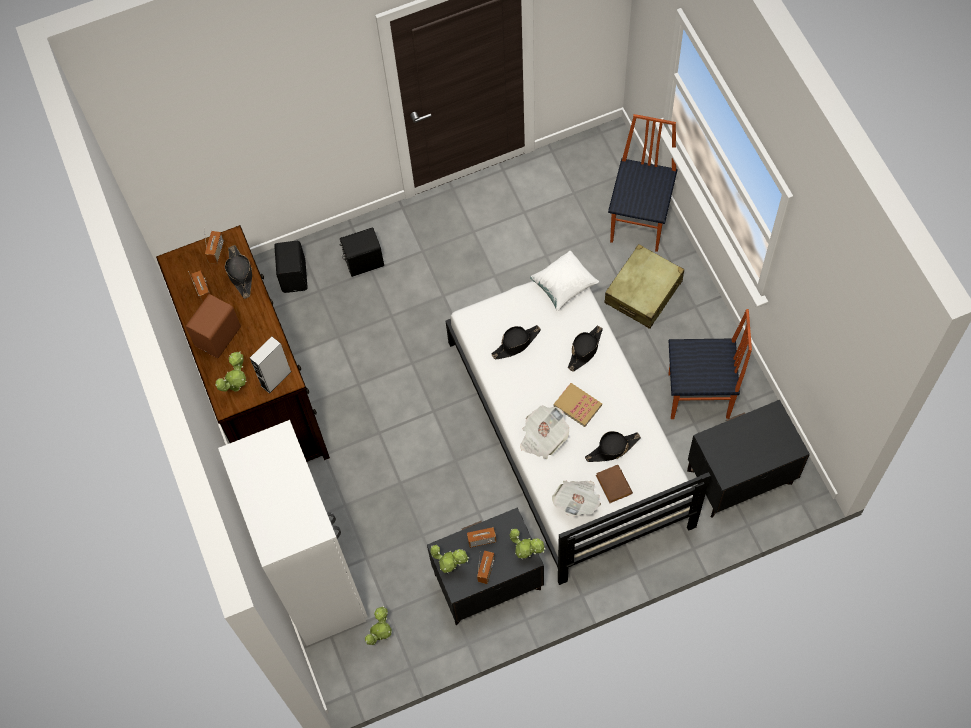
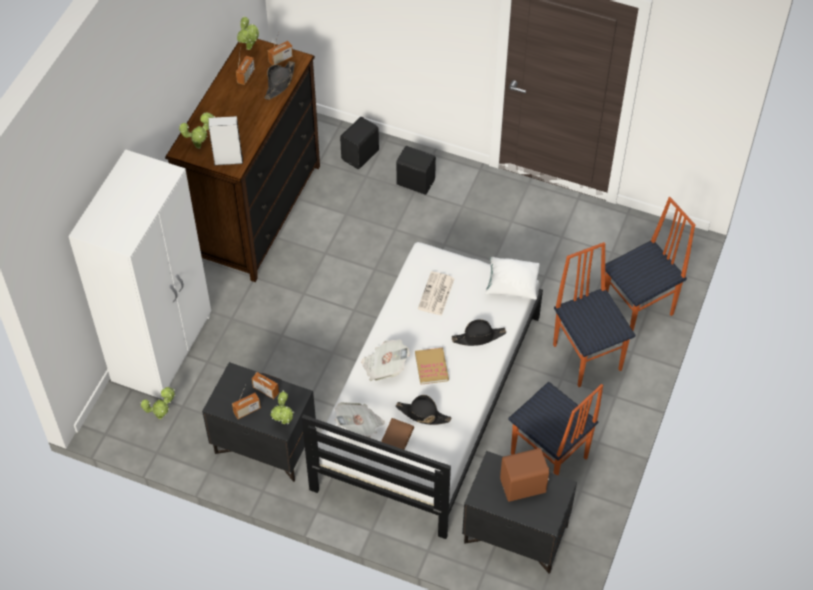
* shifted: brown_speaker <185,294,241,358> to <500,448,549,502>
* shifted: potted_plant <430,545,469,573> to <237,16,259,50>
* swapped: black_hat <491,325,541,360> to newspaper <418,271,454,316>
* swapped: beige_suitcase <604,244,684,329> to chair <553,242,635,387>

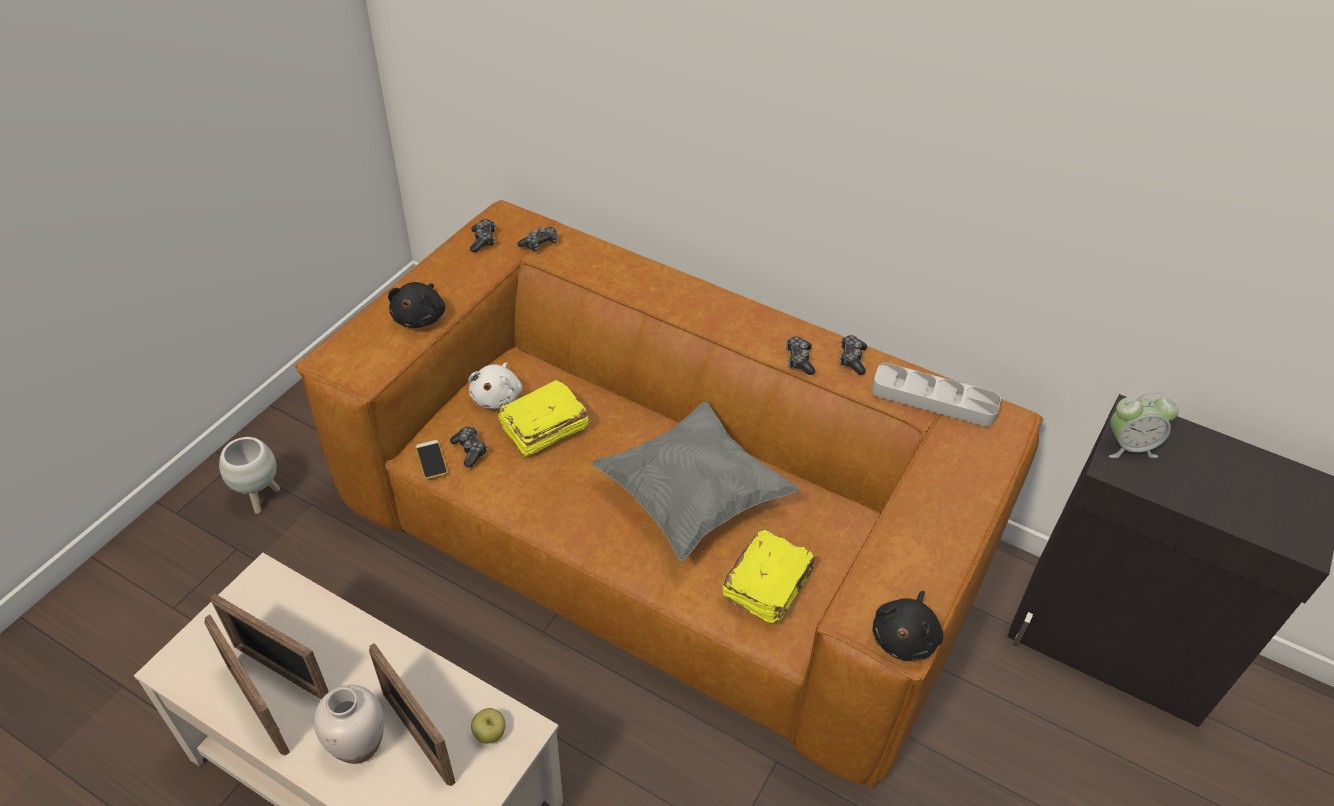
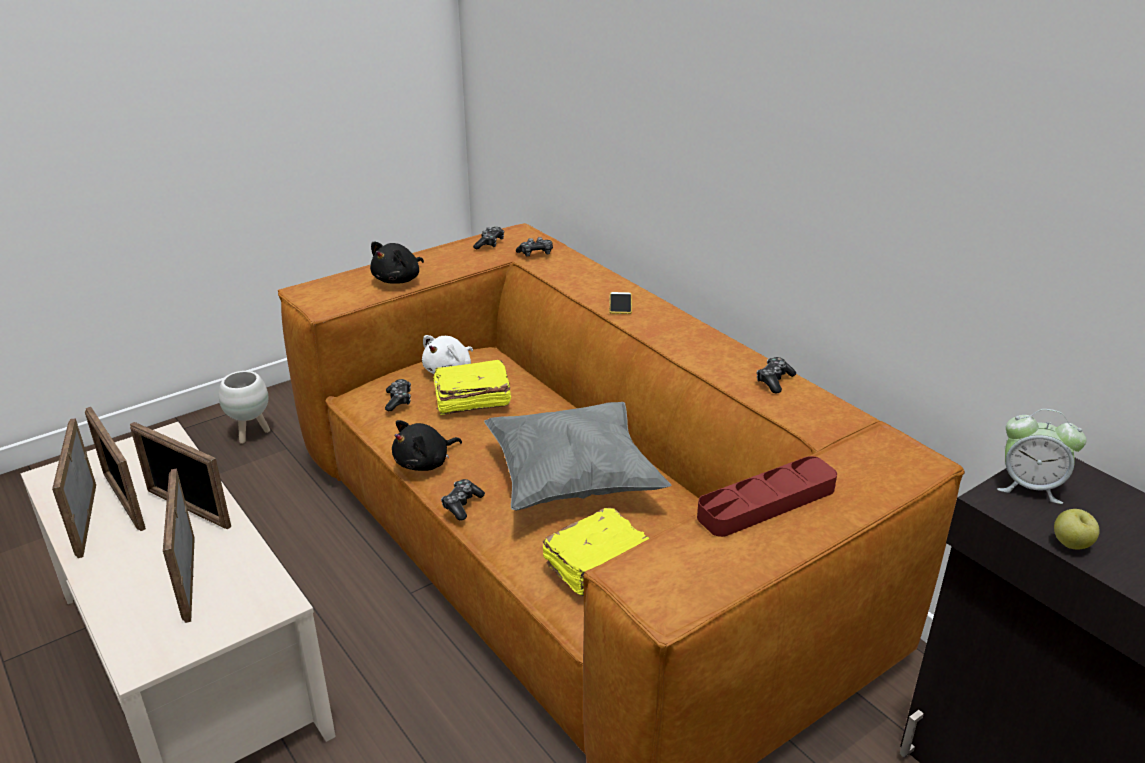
* gone: white_vase <314,684,384,764>
* shifted: phone <415,440,448,479> to <609,292,632,314>
* shifted: apple <471,708,506,744> to <1054,509,1100,550>
* shifted: game_controller <786,336,815,375> to <441,479,485,521>
* gone: grey_tray <872,363,1001,427>
* shifted: black_plush_toy <872,591,944,661> to <392,420,462,471>
* new: picture_frame <130,422,231,530>
* new: red_tray <697,456,837,537>

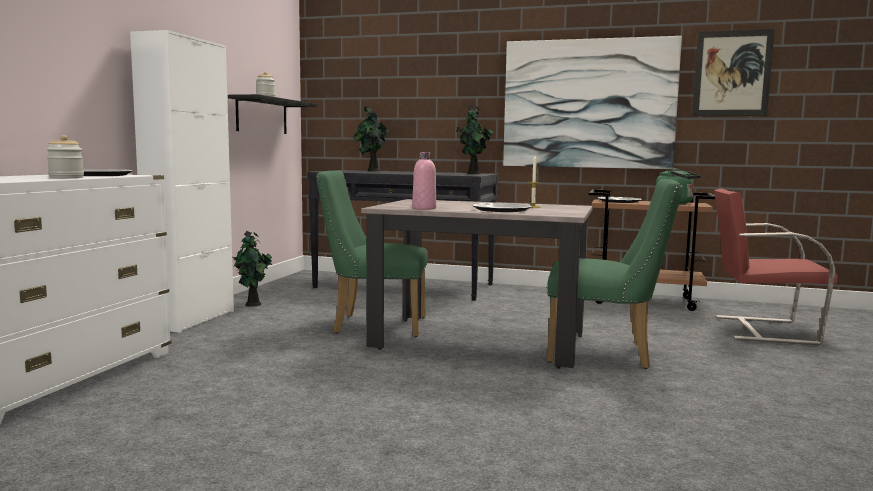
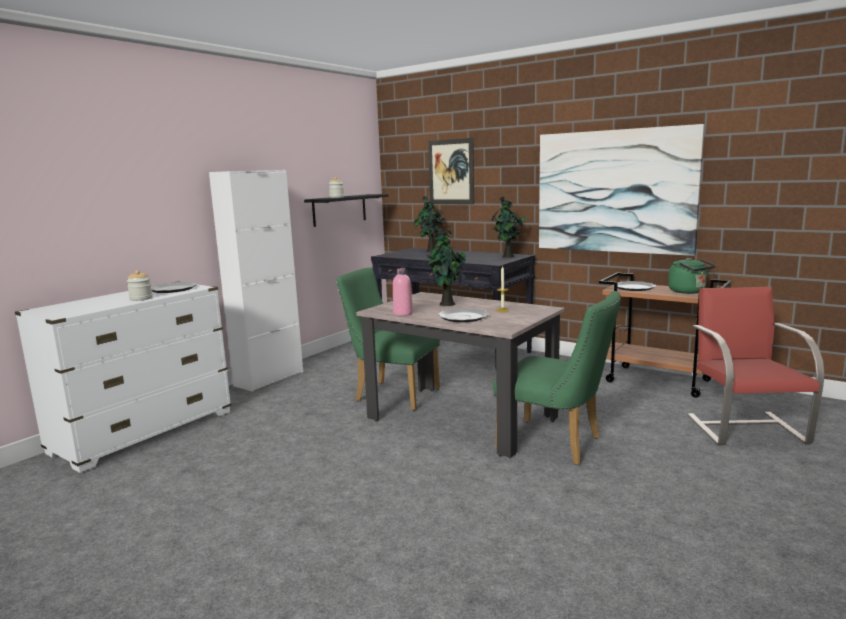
* shifted: potted_plant <232,231,273,307> to <426,228,467,306>
* shifted: picture <692,29,774,116> to <428,138,474,204>
* rotated: red_chair <714,188,837,345> = <687,286,825,445> 60 degrees clockwise

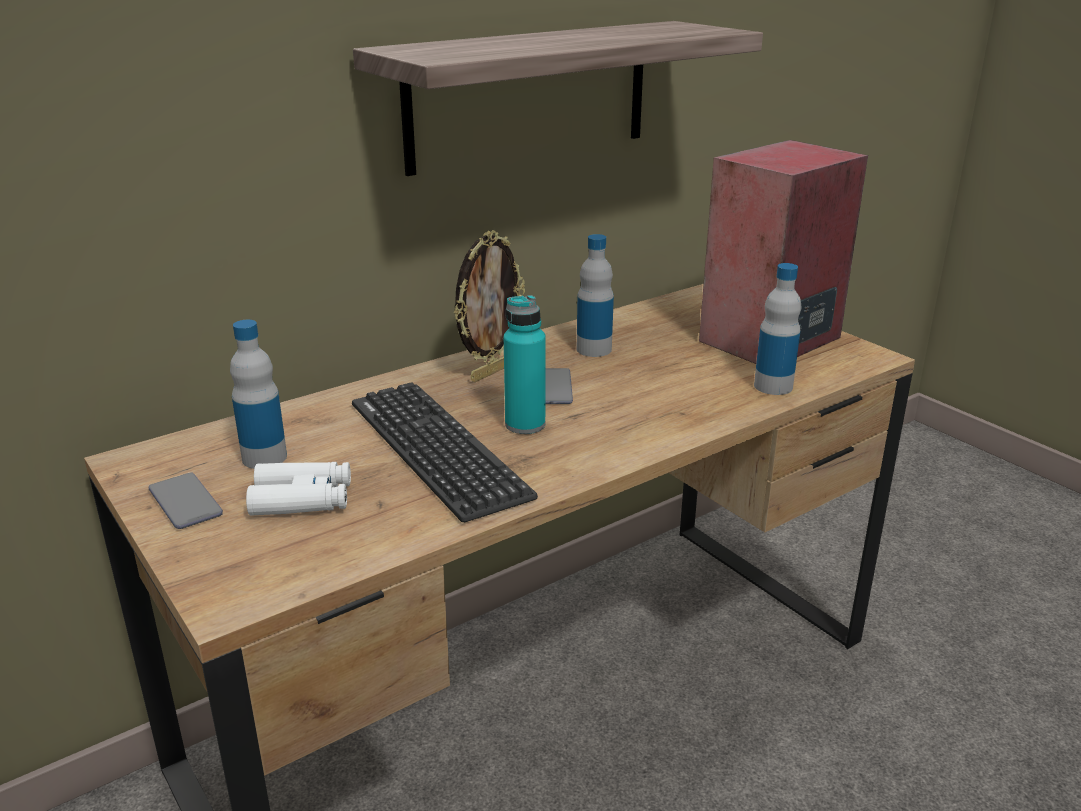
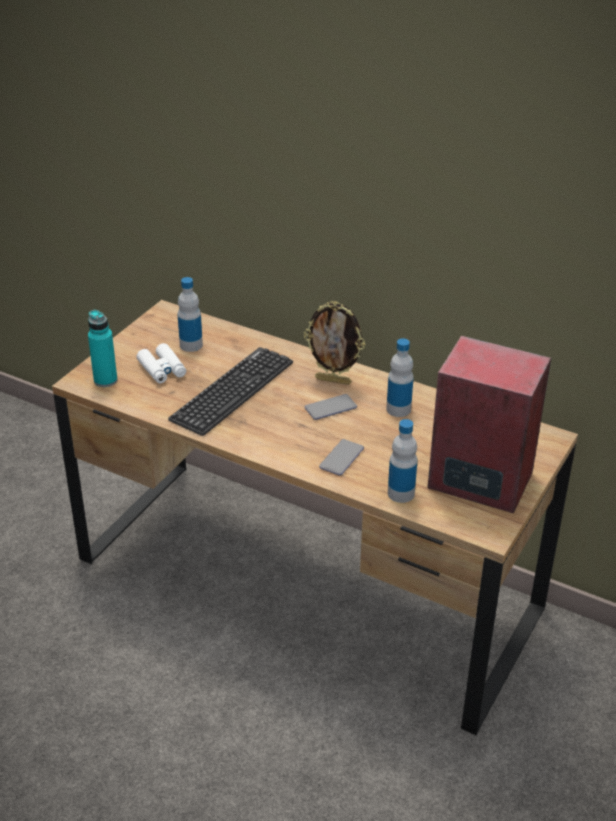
* shifted: phone <149,472,223,529> to <319,439,364,476>
* gone: shelf <353,21,763,176>
* shifted: turquoise_bottle <504,295,546,434> to <88,310,117,387>

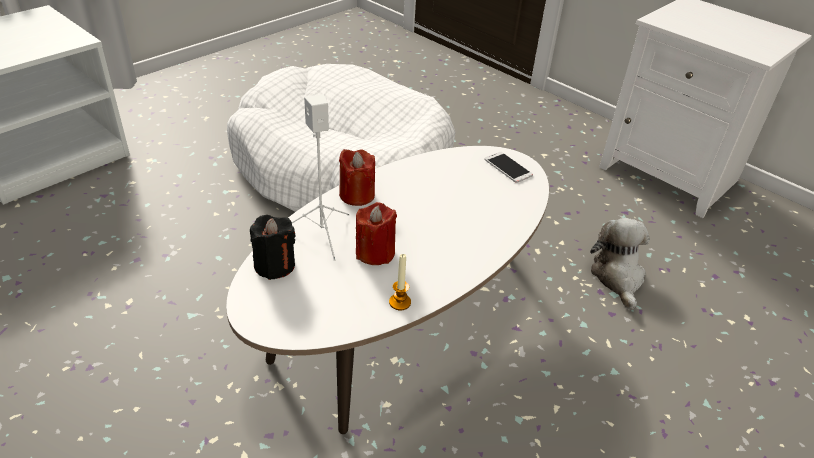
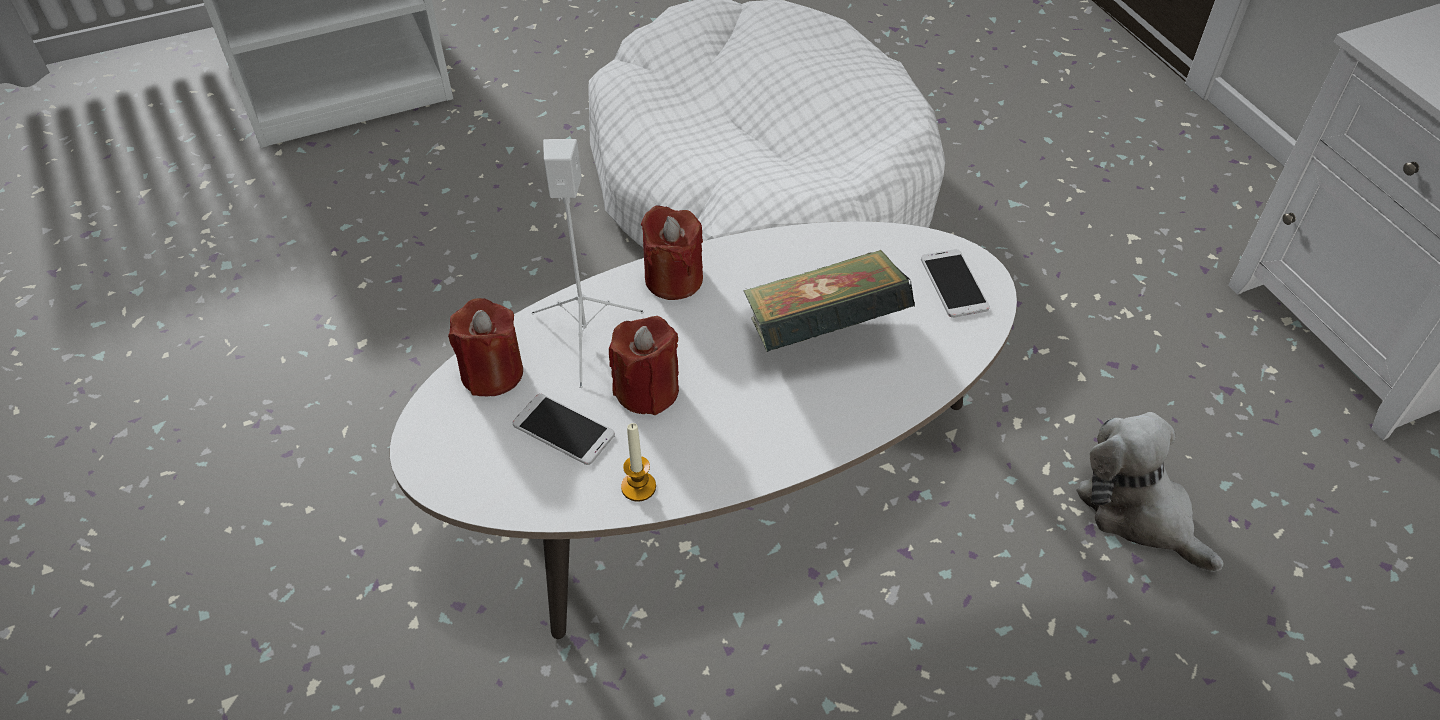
* repainted: black_candle <250,215,295,280> to red_candle <448,298,523,397>
* rotated: plush_toy <590,218,650,311> = <1076,412,1224,572> 60 degrees counterclockwise
* new: phone <513,394,615,465>
* new: book <743,250,915,352>

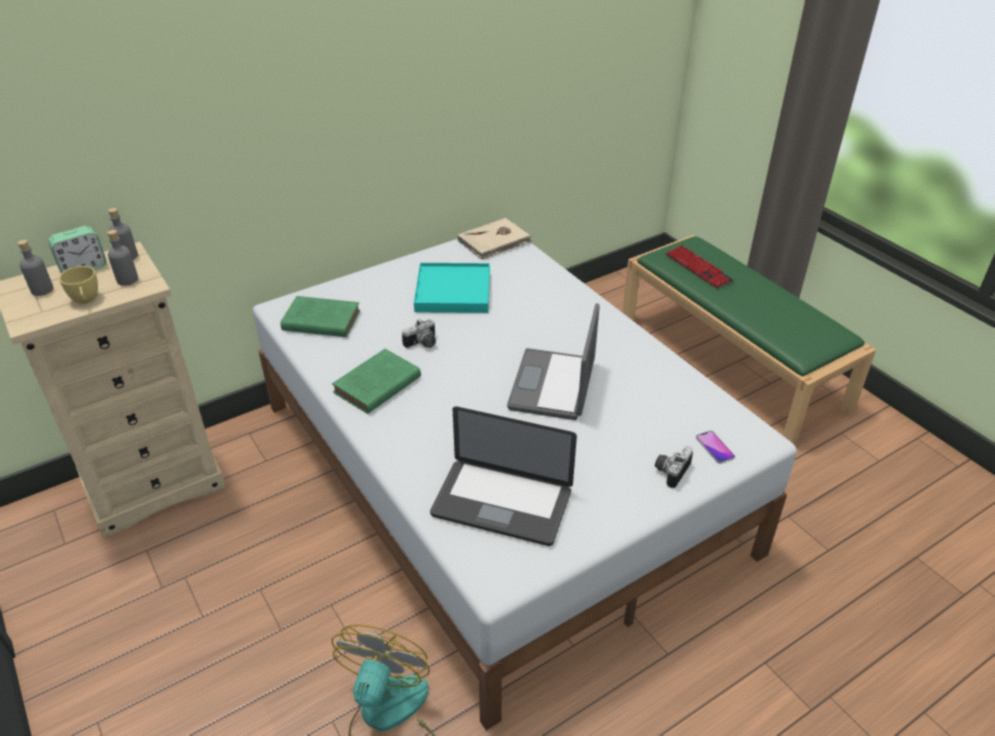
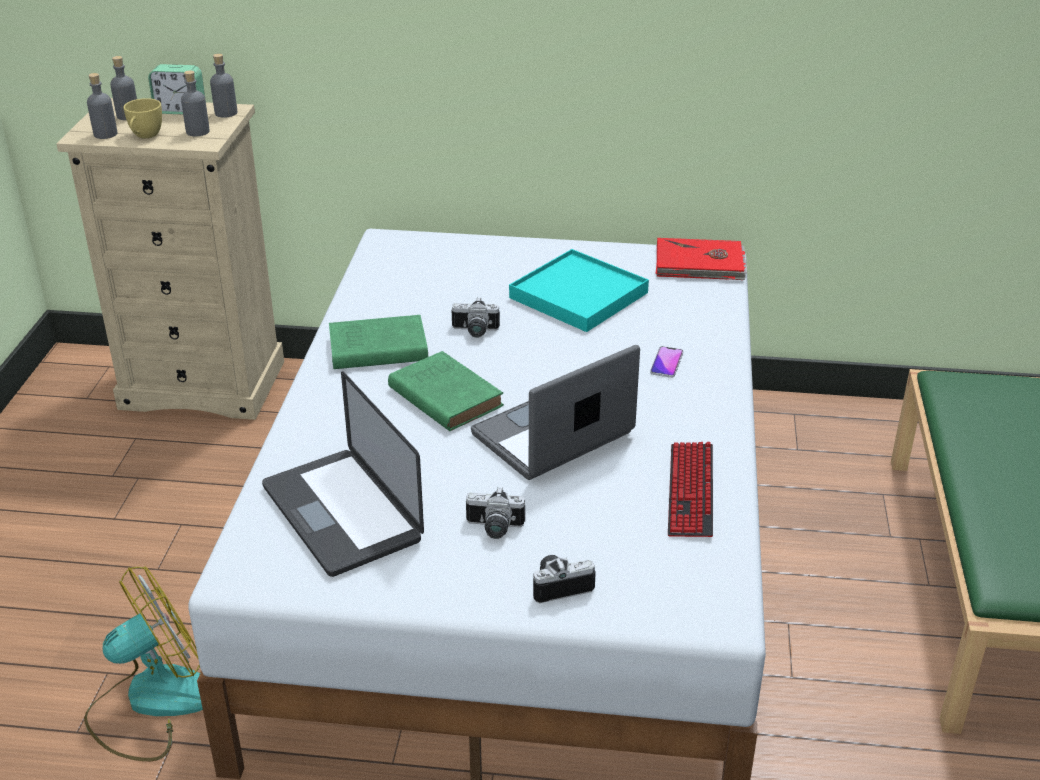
* shifted: green_book <281,296,360,337> to <388,351,504,431>
* repainted: beige_book <457,218,532,260> to red_book <656,238,747,280>
* shifted: keyboard <665,245,734,289> to <668,442,713,537>
* shifted: phone <696,431,735,464> to <650,346,683,378>
* new: grey_bottle <87,73,117,139>
* new: photo_camera <466,488,525,539>

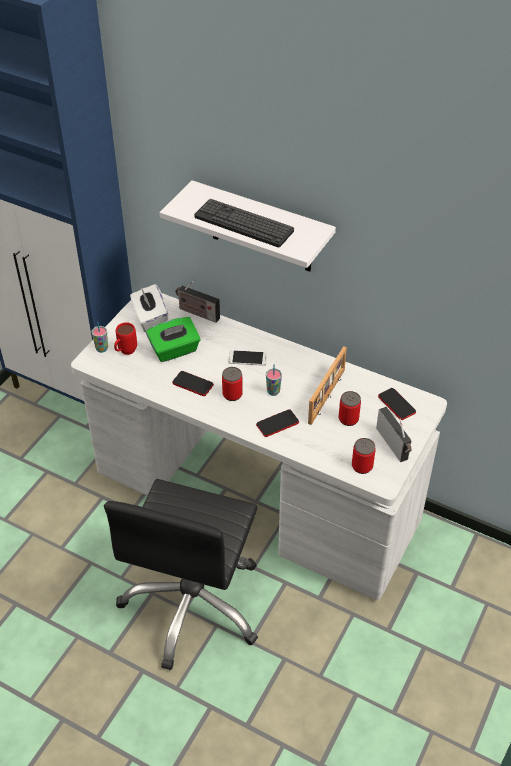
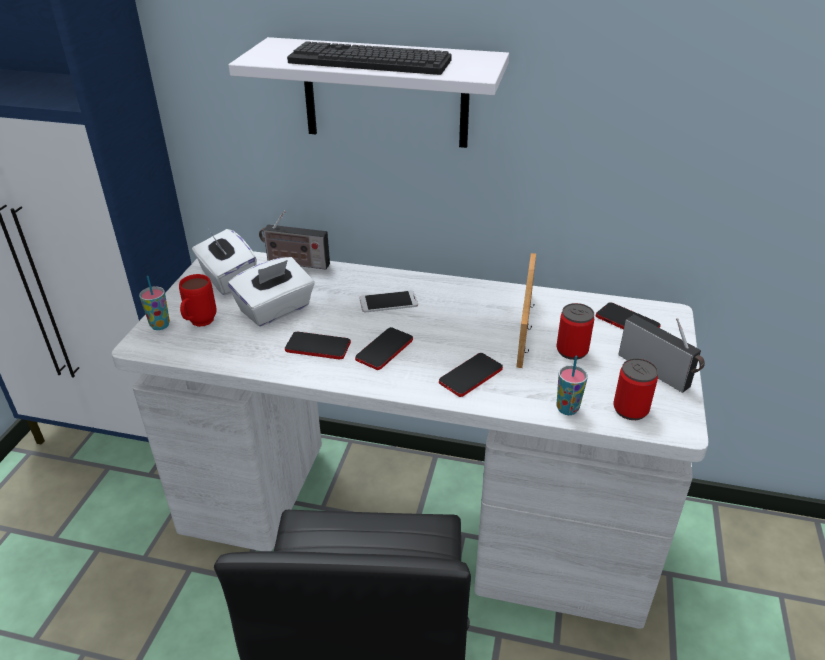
* repainted: green_tissue_box <146,317,201,362> to white_tissue_box <228,257,314,327>
* swapped: can <222,367,243,401> to phone <355,327,413,370>
* shifted: cup <266,365,282,396> to <556,355,588,415>

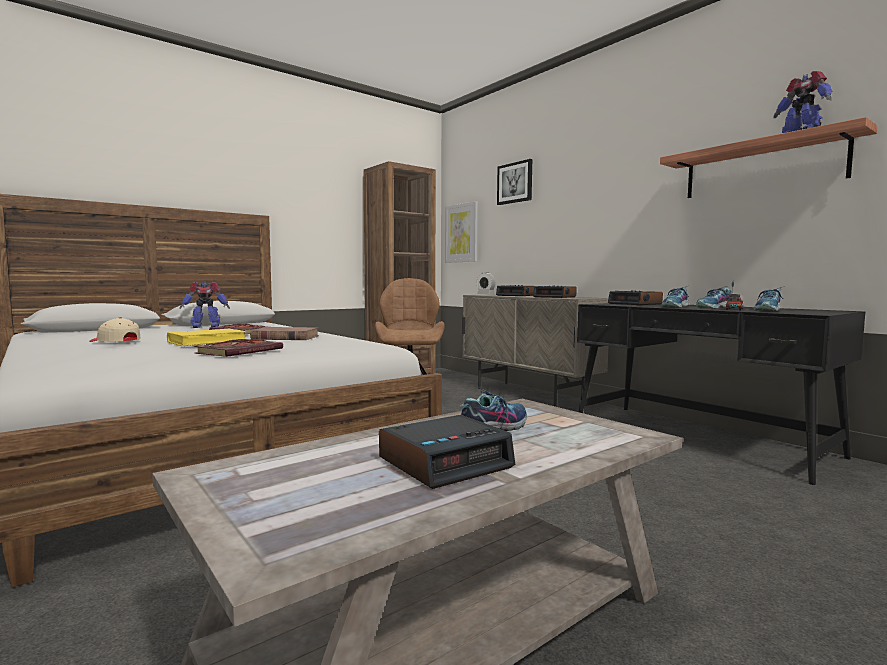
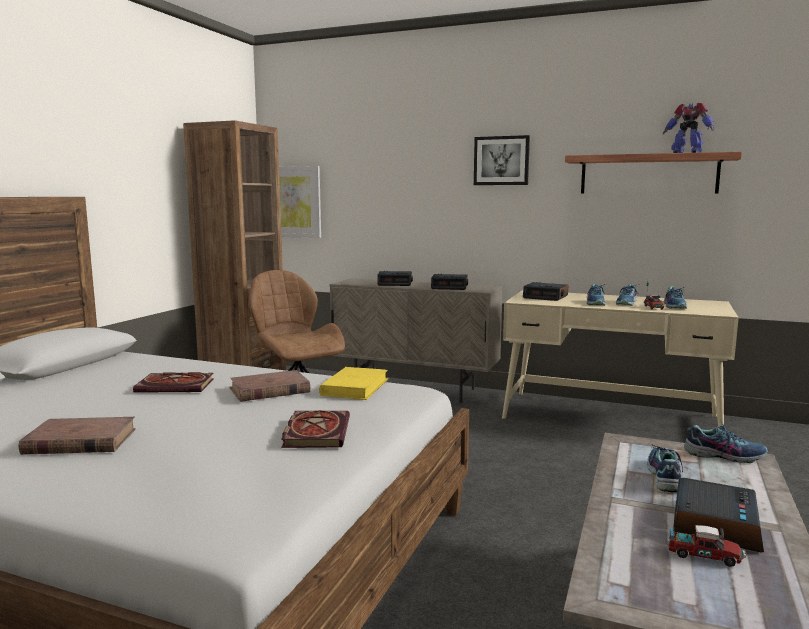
* swapped: beige_cap <89,317,141,342> to brown_book <19,417,136,455>
* shifted: yellow_book <167,329,246,346> to <319,367,389,400>
* gone: toy_robot <180,281,230,328>
* gone: alarm_clock <477,272,496,294>
* shifted: picture <497,159,532,205> to <474,135,530,185>
* repainted: black_desk <577,303,866,485> to beige_desk <502,290,739,426>
* new: toy_truck <667,503,746,567>
* new: shoe <684,420,768,463>

